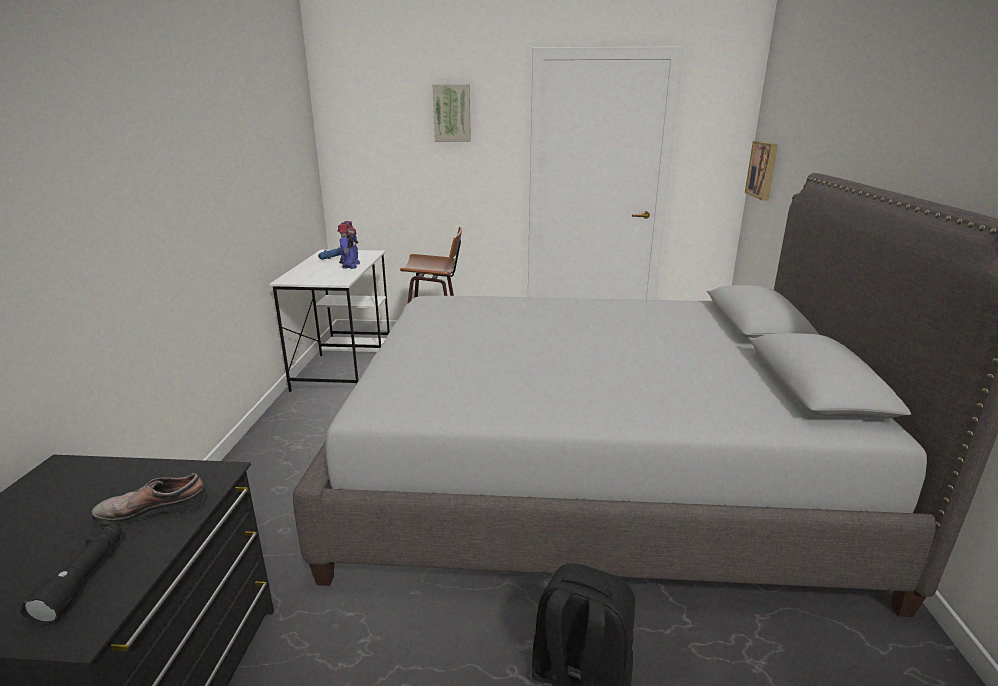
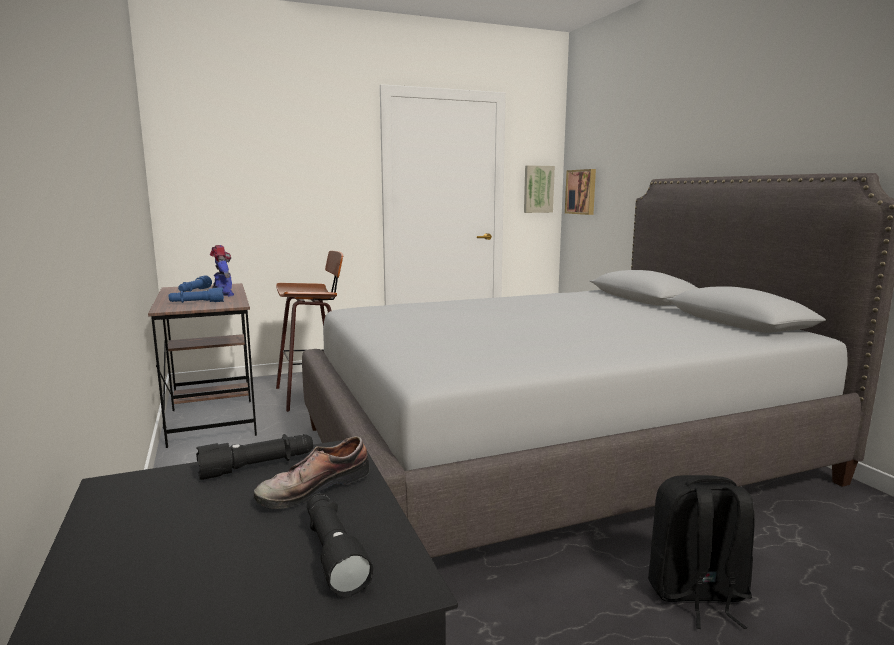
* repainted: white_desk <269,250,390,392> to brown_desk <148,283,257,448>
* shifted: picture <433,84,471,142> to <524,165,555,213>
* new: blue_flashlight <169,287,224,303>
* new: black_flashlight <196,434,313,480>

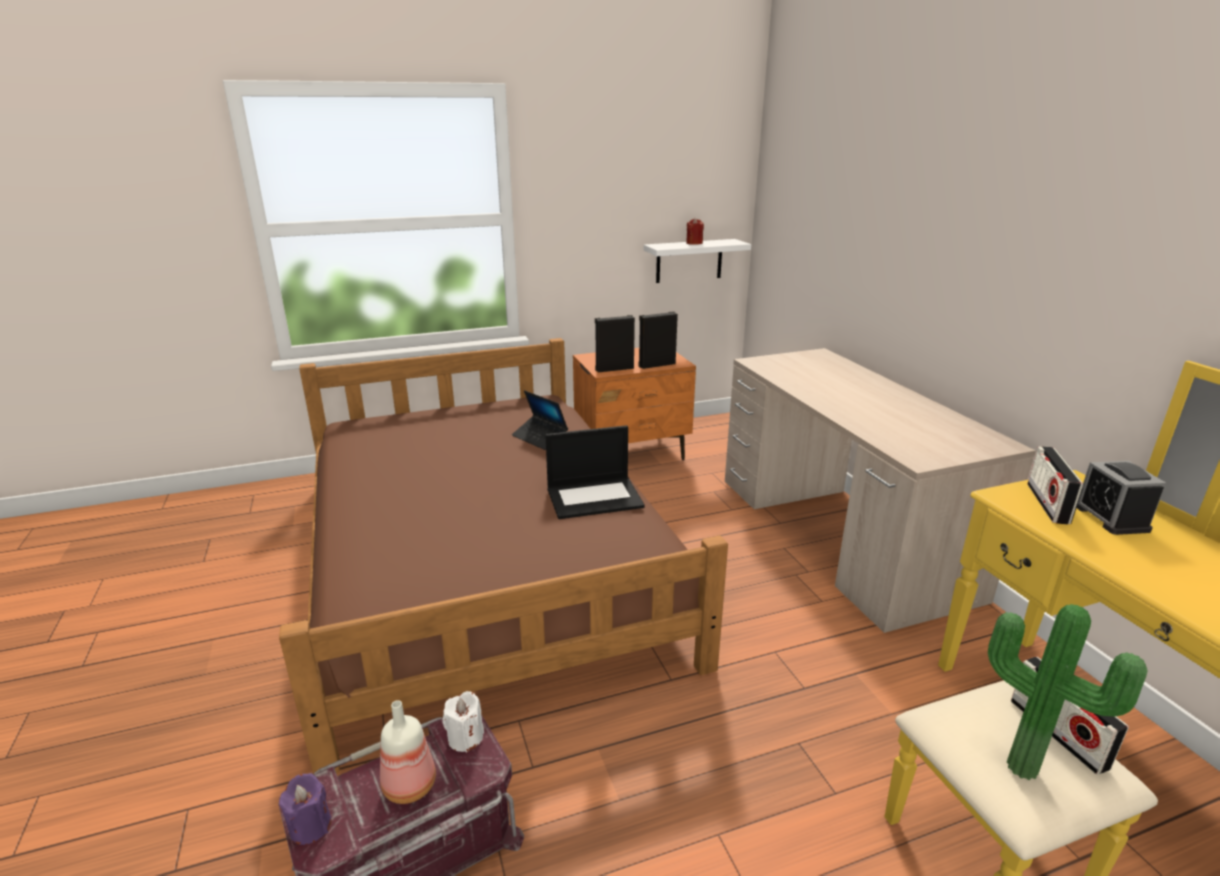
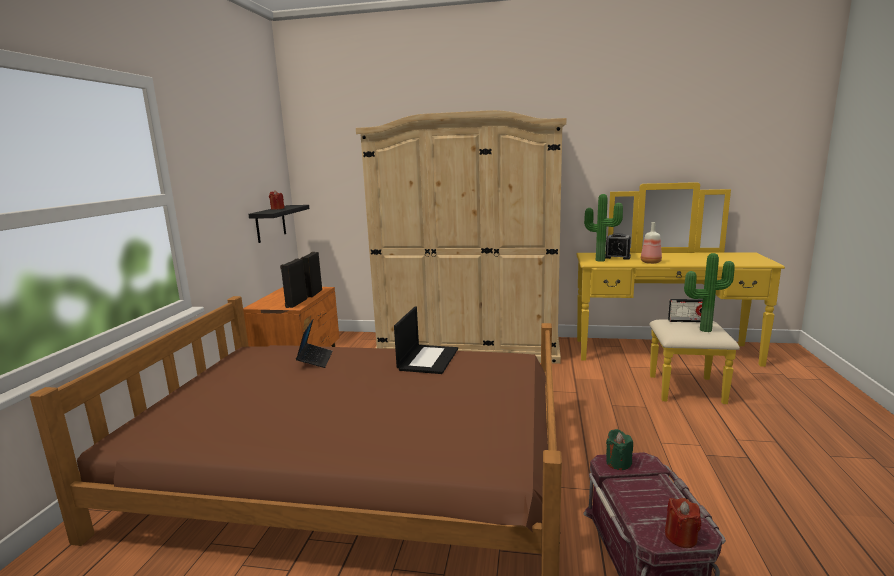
* repainted: purple_candle <279,773,331,845> to red_candle <665,498,701,548>
* shifted: bottle <380,700,436,804> to <641,222,662,264>
* repainted: white_candle <442,691,484,753> to green_candle <606,429,633,470>
* rotated: laptop <512,390,568,450> = <296,319,333,368> 75 degrees counterclockwise
* repainted: white_shelf <644,239,751,283> to black_shelf <248,205,309,243>
* swapped: beige_desk <725,348,1036,633> to beige_wardrobe <356,110,566,364>
* swapped: radio <1027,446,1083,524> to potted_plant <584,194,623,262>

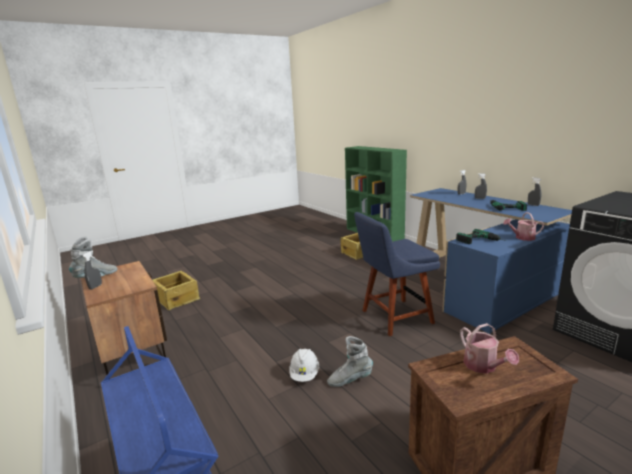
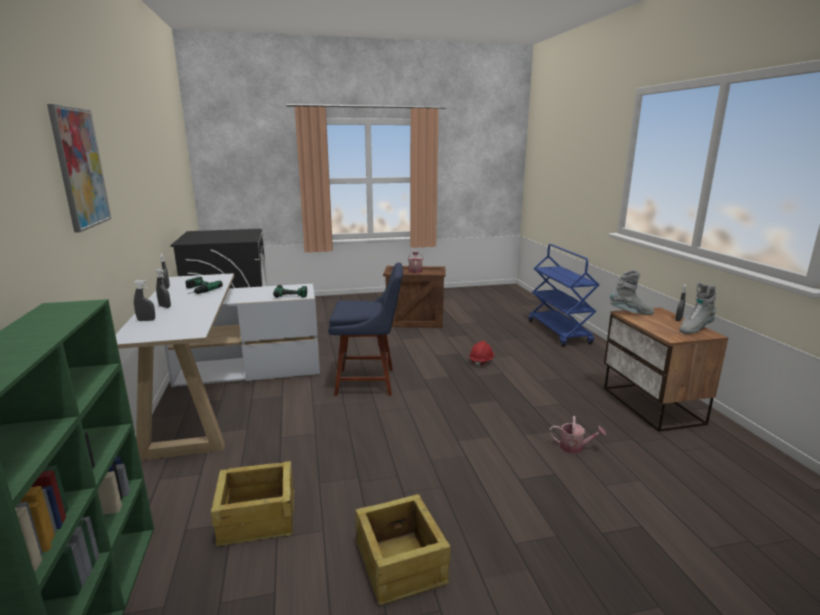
* shifted: crate <153,271,200,310> to <355,494,451,606>
* repainted: white_hard_hat <289,349,319,382> to red_hard_hat <469,341,494,367>
* shifted: grey_boot <327,336,373,387> to <610,270,654,315>
* repainted: blue_desk <410,188,572,334> to white_desk <115,273,320,461>
* shifted: watering_can <503,212,544,241> to <549,416,606,453>
* new: picture <47,104,111,233>

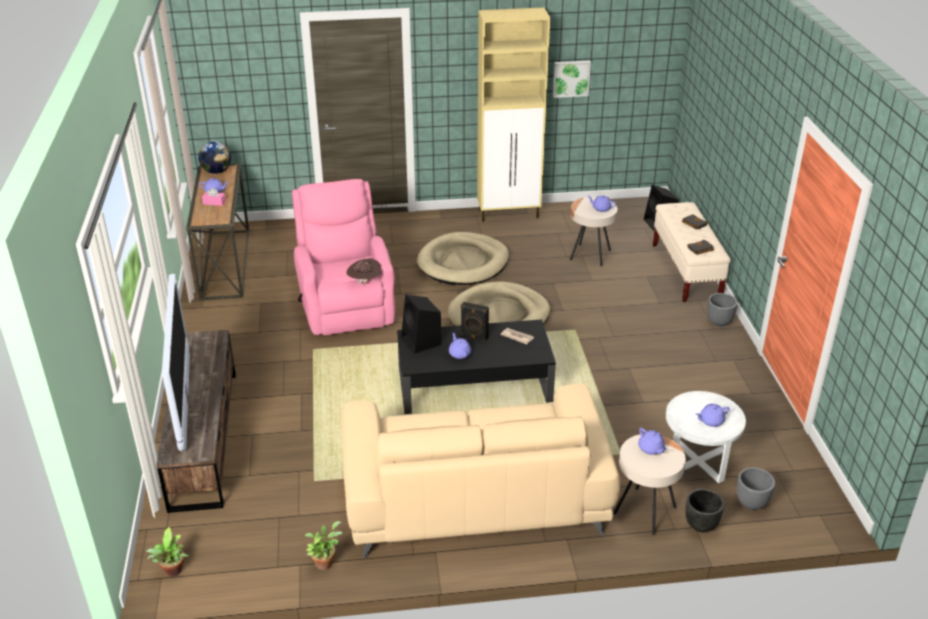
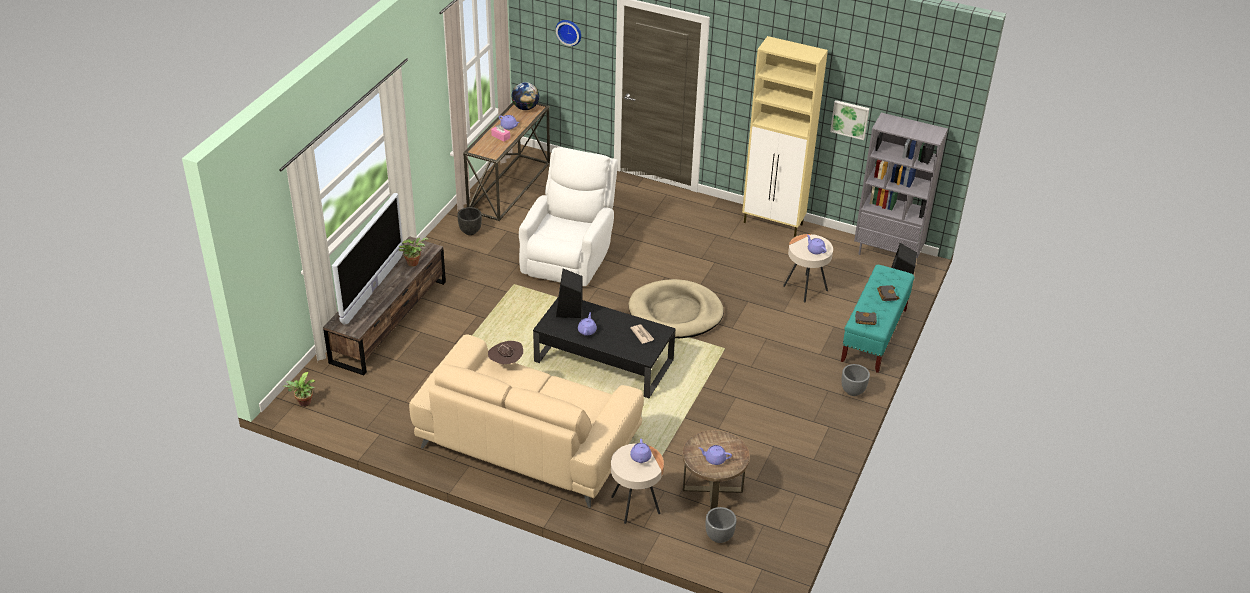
* repainted: pink_armchair <292,179,395,335> to white_armchair <519,147,618,286>
* shifted: potted_plant <305,521,343,570> to <399,238,428,267>
* shifted: brown_hat <346,258,382,284> to <488,341,523,365>
* gone: beige_dog_bed <417,232,509,285>
* gone: black_speaker <461,302,489,341>
* repainted: beige_bench <653,202,731,302> to turquoise_bench <841,265,915,373>
* repainted: white_side_table <666,391,746,483> to brown_side_table <682,430,750,510>
* shifted: black_planter <685,489,724,532> to <457,207,482,235>
* new: wall_clock <556,20,581,46>
* new: grey_bookcase <854,113,948,258>

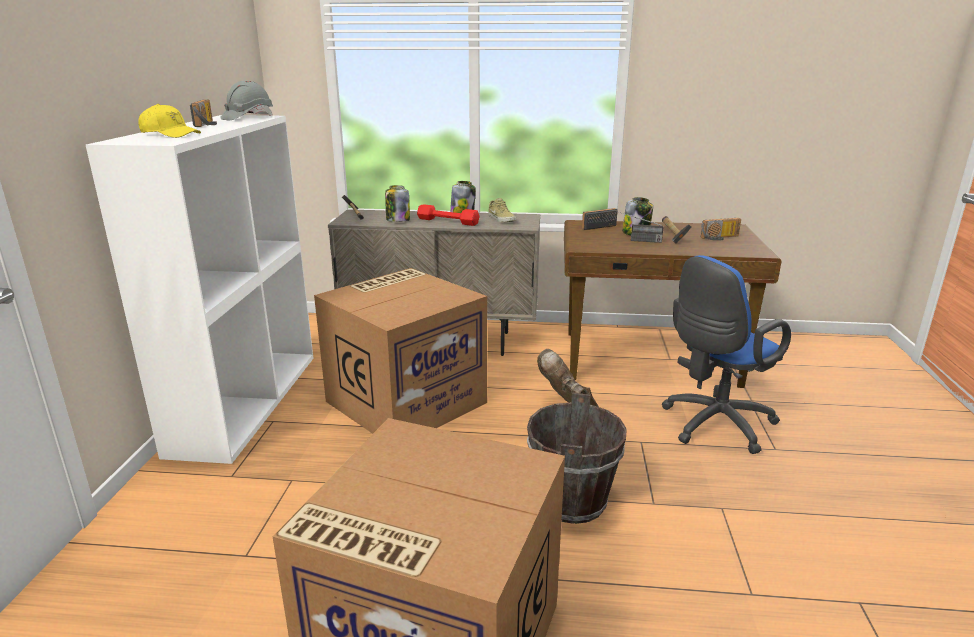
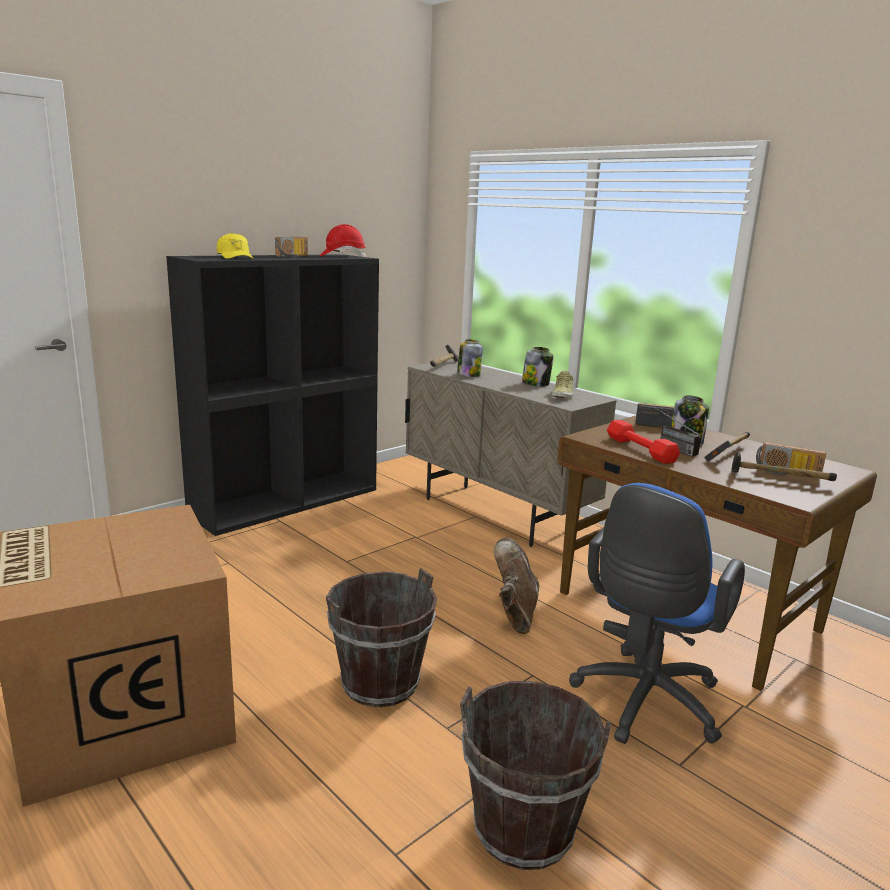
* repainted: white_bookcase <86,115,314,464> to black_bookcase <166,254,379,536>
* repainted: grey_hard_hat <220,80,273,120> to red_hard_hat <319,224,366,257>
* gone: cardboard_box <314,268,487,434>
* shifted: red_dumbbell <417,204,480,226> to <607,420,680,464>
* rotated: blue_office_chair <662,255,791,454> = <569,483,745,744> 60 degrees counterclockwise
* new: brown_bucket <460,681,611,870>
* new: hammer <731,451,837,481>

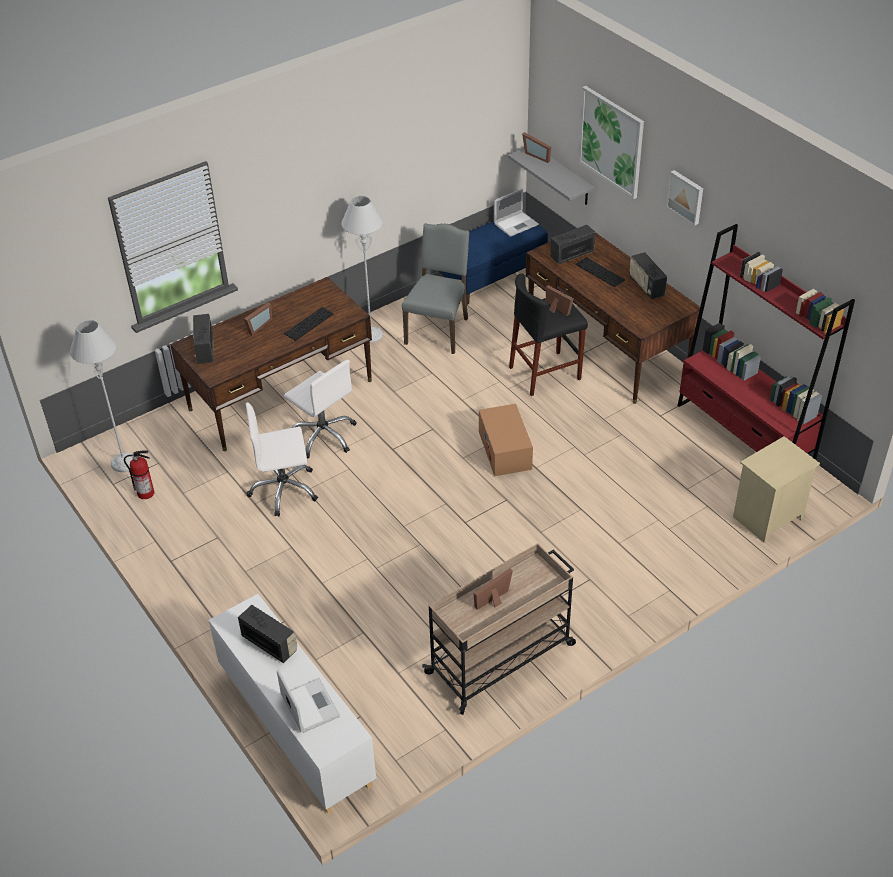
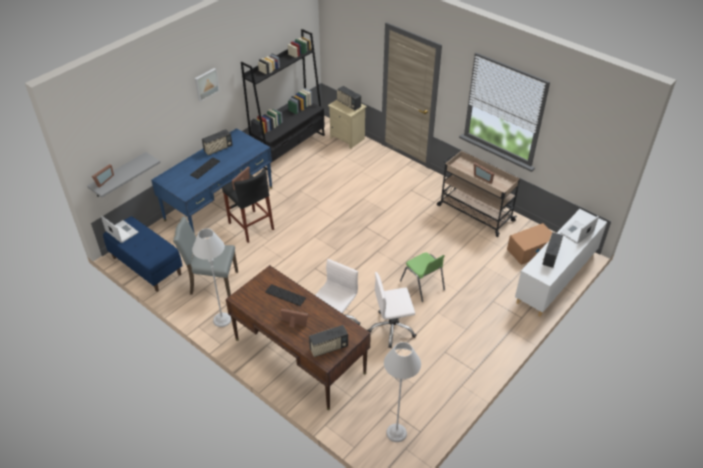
* gone: fire_extinguisher <124,450,154,499>
* rotated: white_office_chair <246,403,318,516> = <368,272,416,348> 105 degrees clockwise
* shifted: cardboard_box <479,404,533,476> to <507,223,552,265>
* repainted: brown_desk <526,232,700,404> to blue_desk <151,128,272,232>
* shifted: radio <550,225,595,264> to <337,86,361,110>
* gone: picture <578,86,644,199>
* repainted: red_bookcase <677,224,855,460> to black_bookcase <241,29,325,170>
* new: green_chair <400,252,445,302>

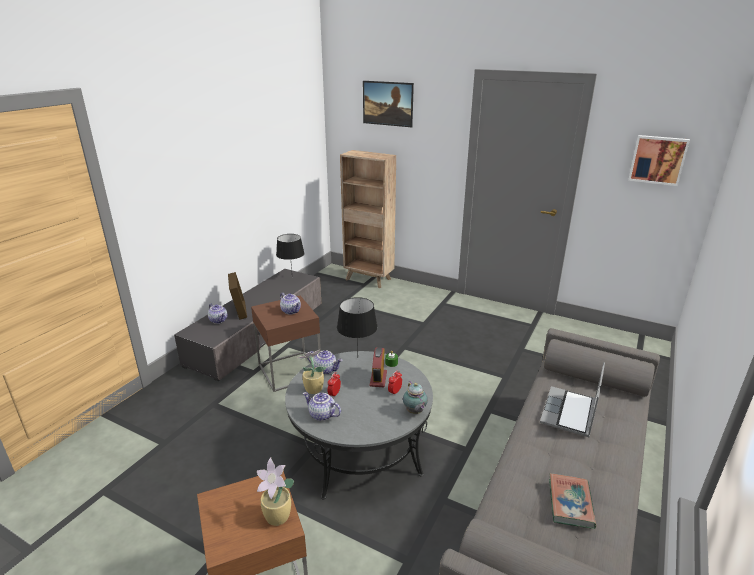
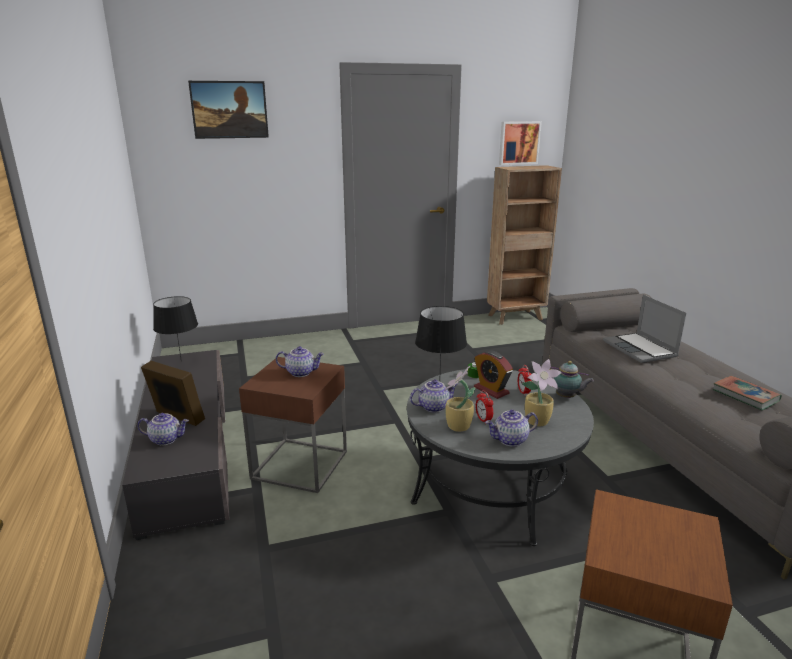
* shifted: potted_plant <257,458,294,526> to <522,359,562,426>
* shifted: brown_bookcase <340,150,396,288> to <487,165,562,325>

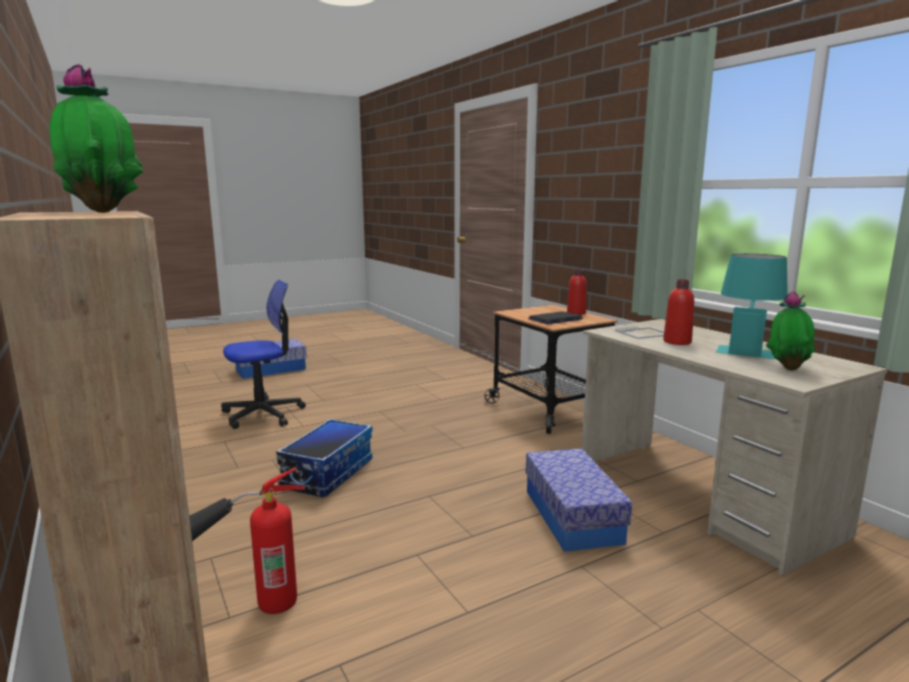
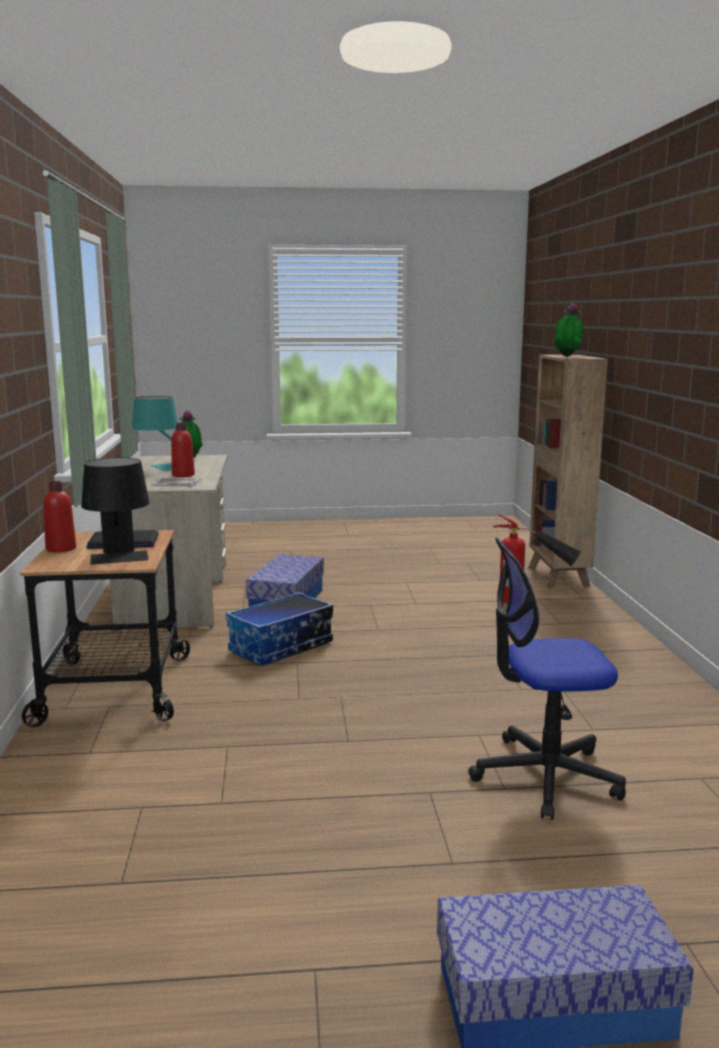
* shifted: storage_box <276,419,373,497> to <226,592,333,666>
* new: black_table_lamp <81,457,150,565>

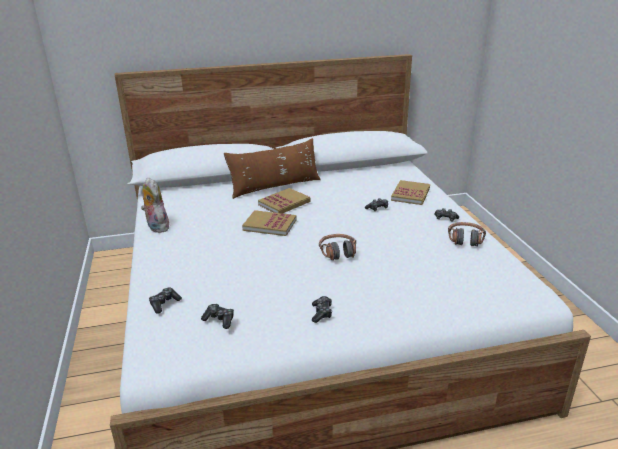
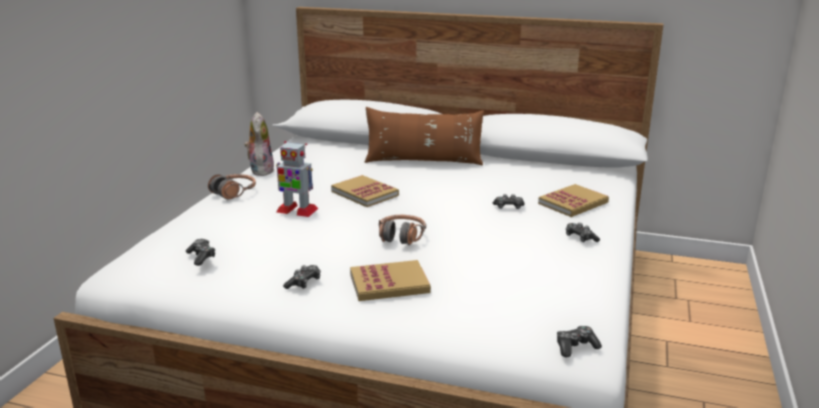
* shifted: game_controller <149,287,182,314> to <557,326,602,357>
* shifted: book <258,188,311,214> to <350,260,431,301>
* shifted: headphones <448,222,486,247> to <208,174,256,199>
* new: toy_robot <276,141,318,217>

